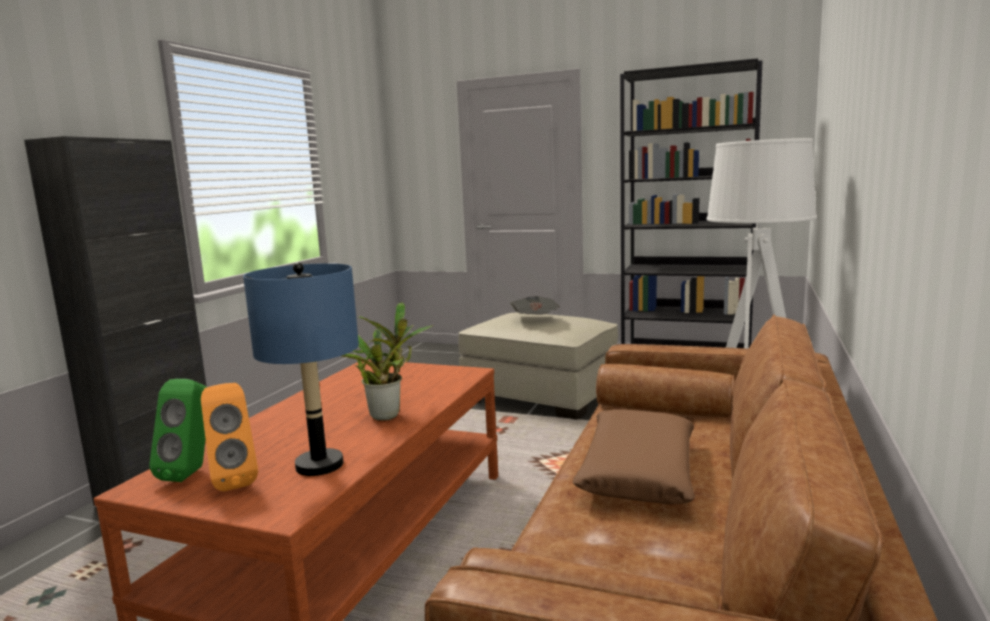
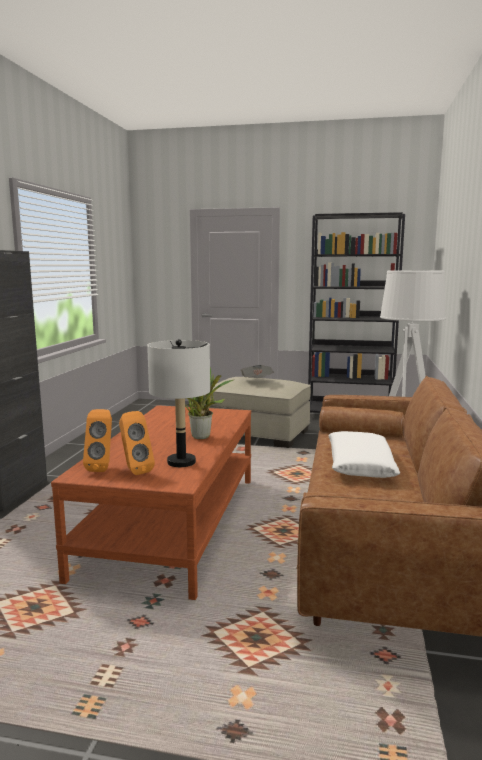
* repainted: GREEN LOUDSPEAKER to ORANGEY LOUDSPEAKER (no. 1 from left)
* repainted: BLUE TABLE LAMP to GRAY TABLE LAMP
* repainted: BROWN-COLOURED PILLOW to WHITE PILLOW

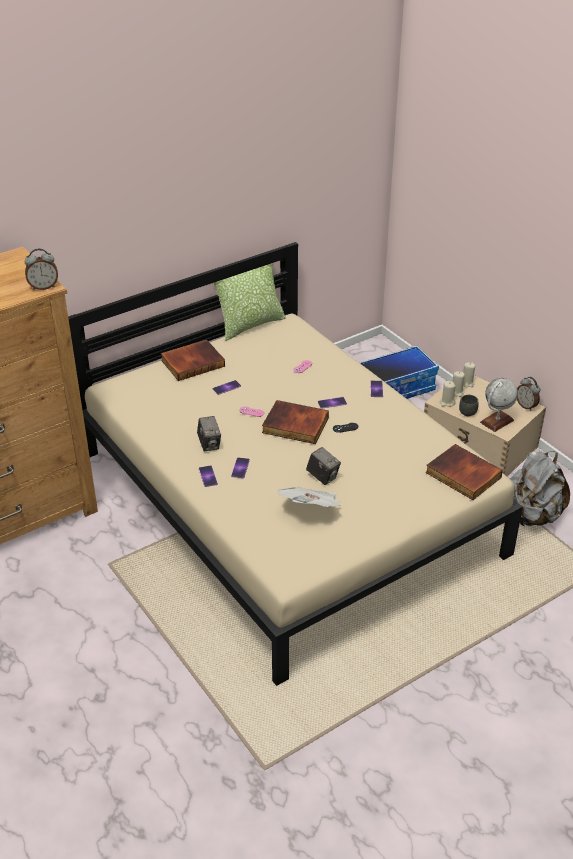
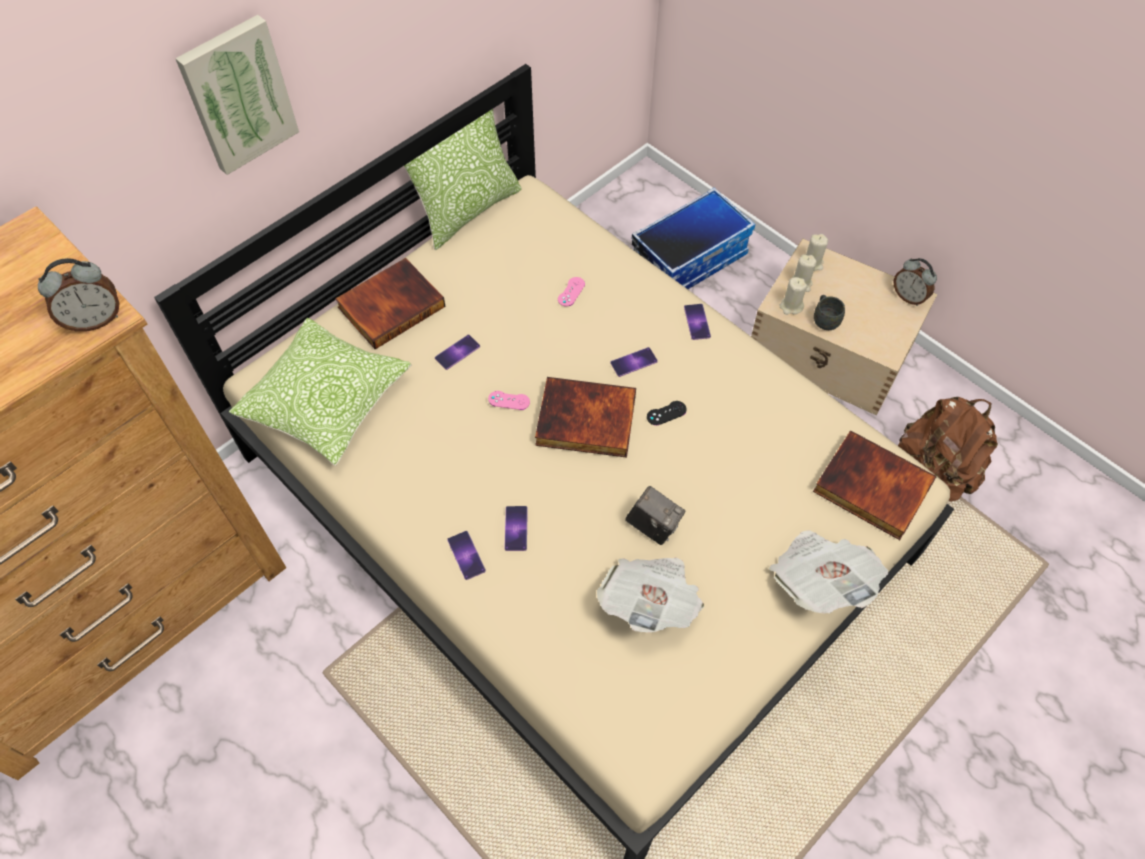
* gone: PHOTO CAMERA (no. 1 from left)
* gone: WORLD GLOBE
* repainted: GRAY BACKPACK to BROWN-COLOURED BACKPACK
* new: WALL ART
* new: PILLOW (no. 1 from left)
* new: PRINTED PAPER (no. 2 from left)

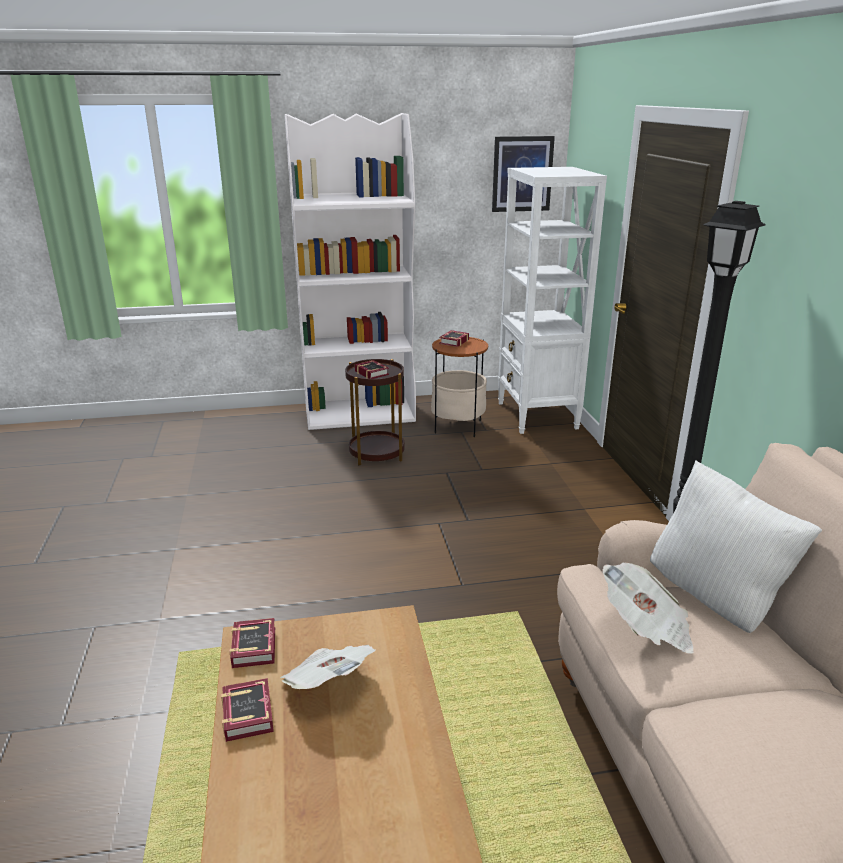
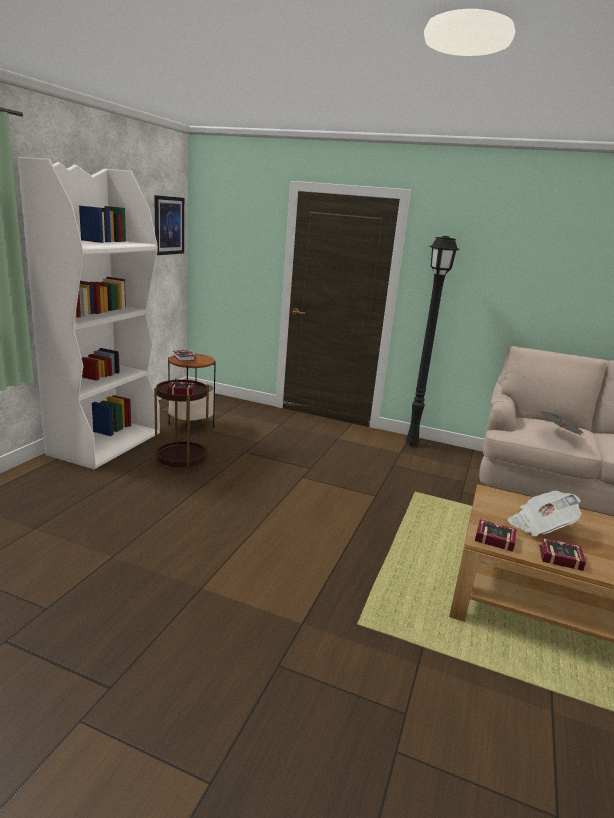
* gone: WHITE BOOKSHELF (no. 2 from left)
* gone: WHITE PILLOW

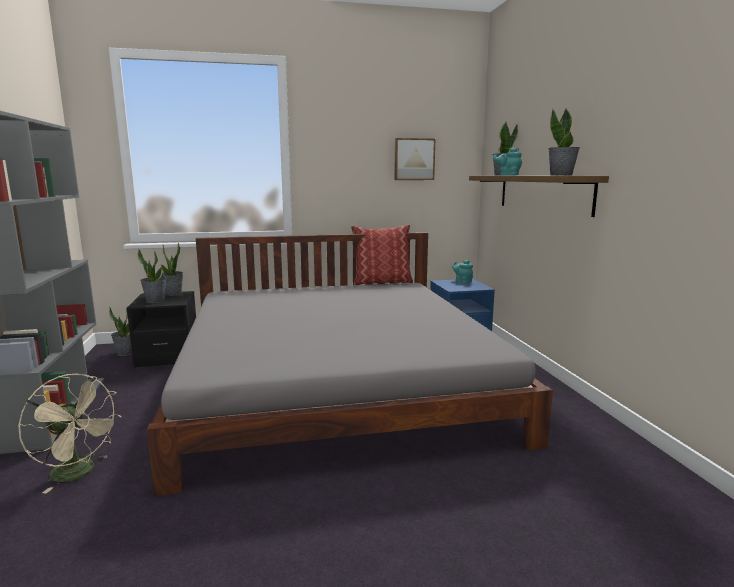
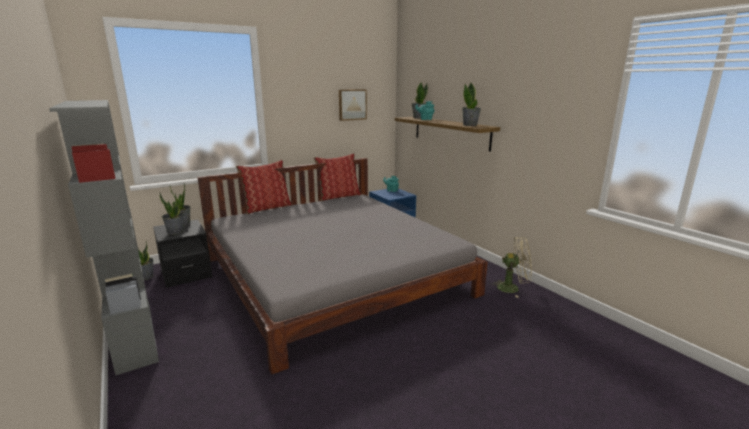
* shifted: BEIGE-COLOURED ELECTRIC FAN
* new: PILLOW (no. 1 from left)

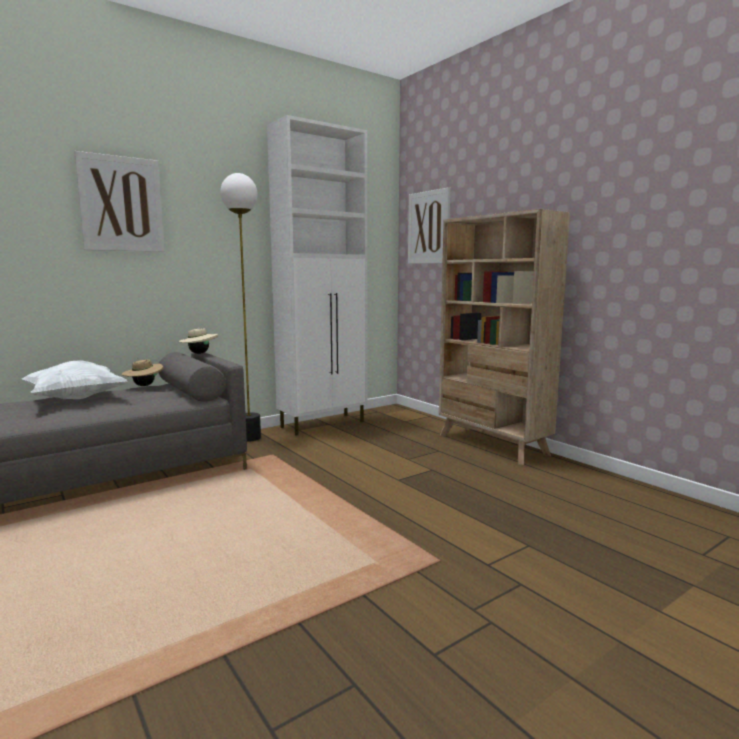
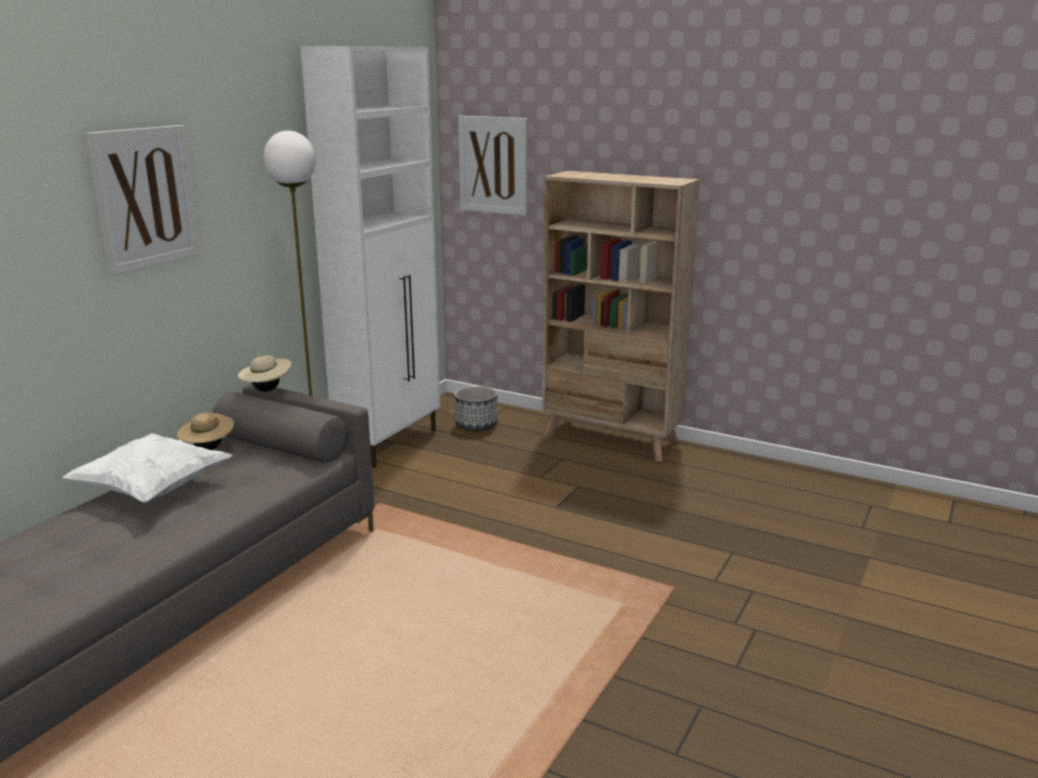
* new: PLANTER

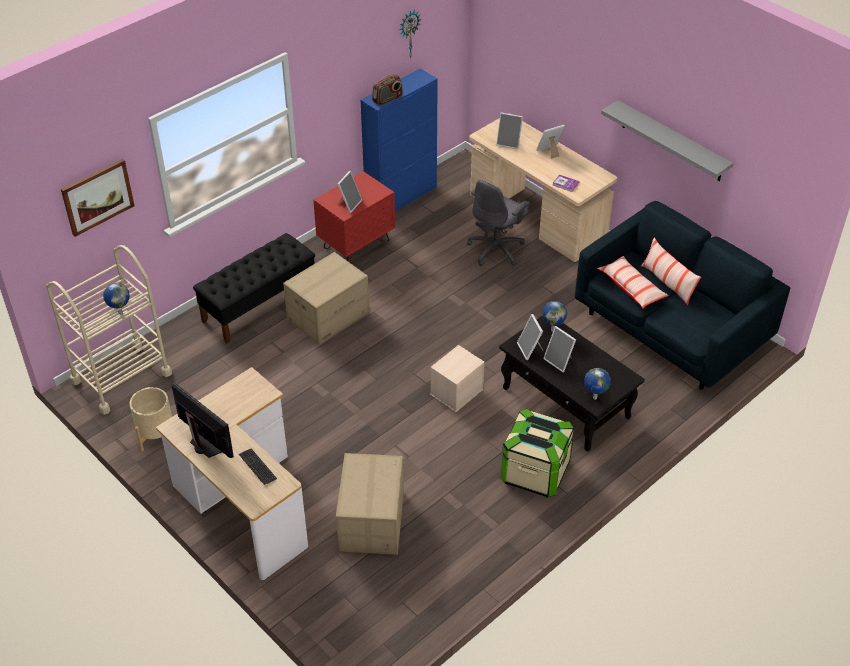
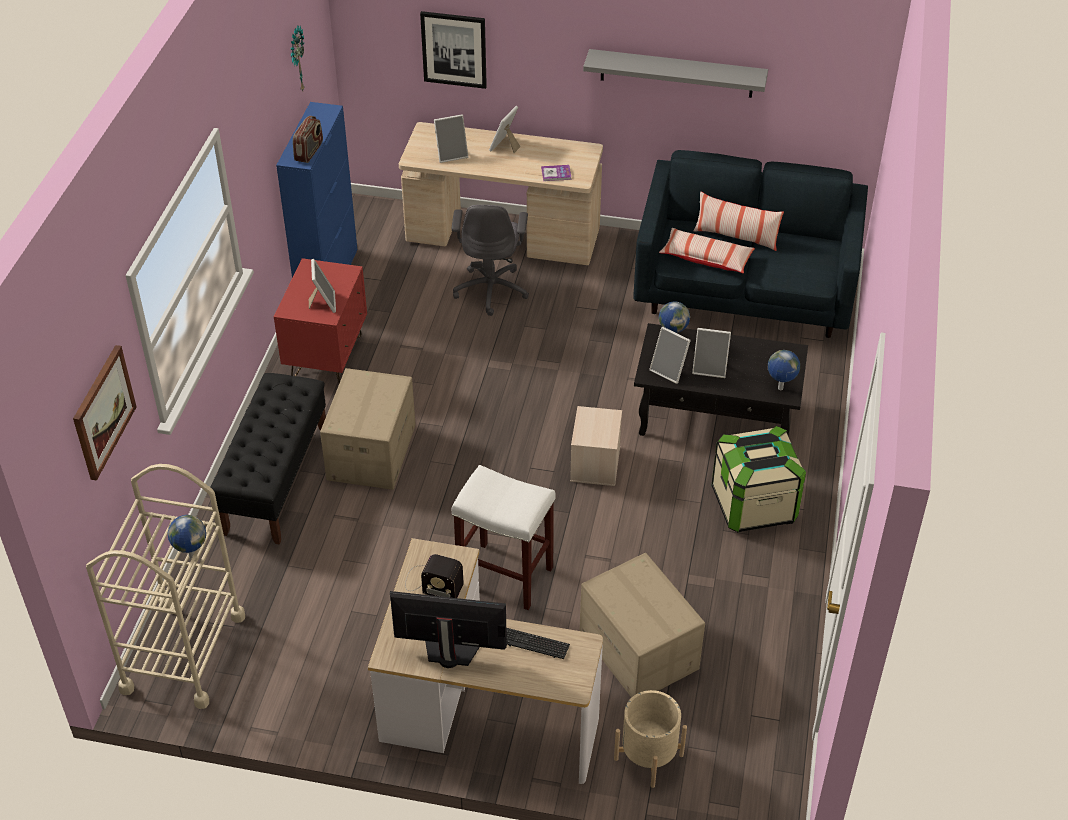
* shifted: BEIGE-COLOURED PLANTER
* new: RADIO SET (no. 2 from left)
* new: WALL ART (no. 2 from left)
* new: WHITE STOOL SEAT

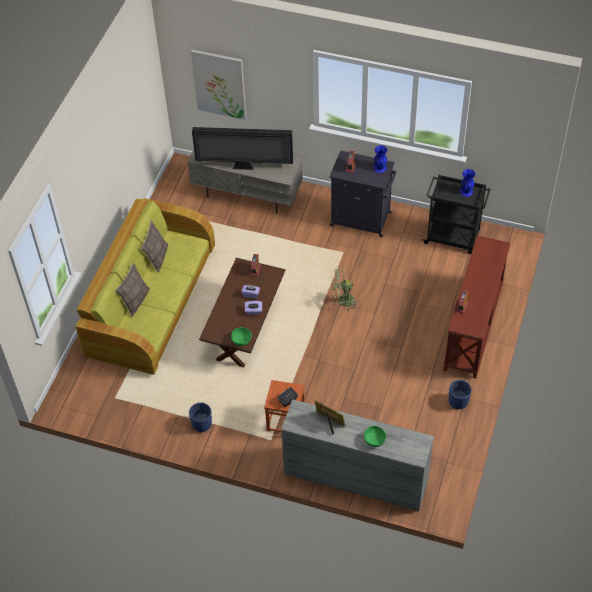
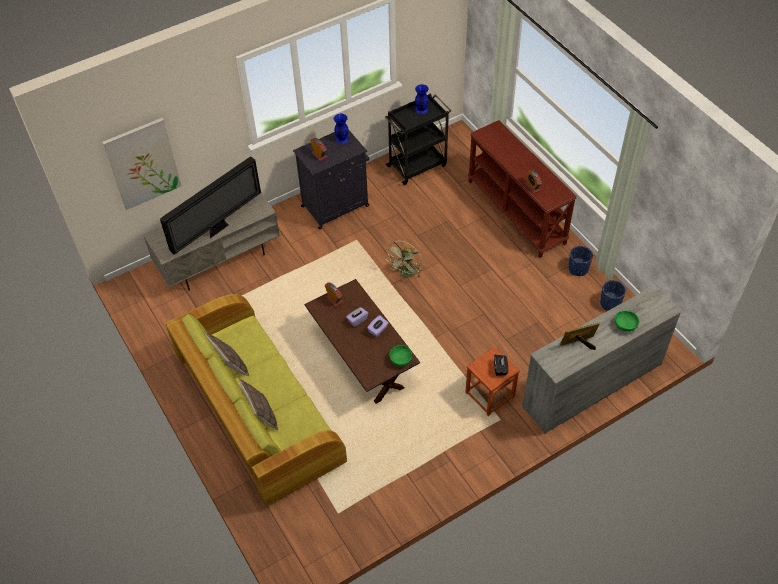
* shifted: BLUE PLANTER (no. 1 from left in the first image) to BLUE PLANTER (no. 2 from left)

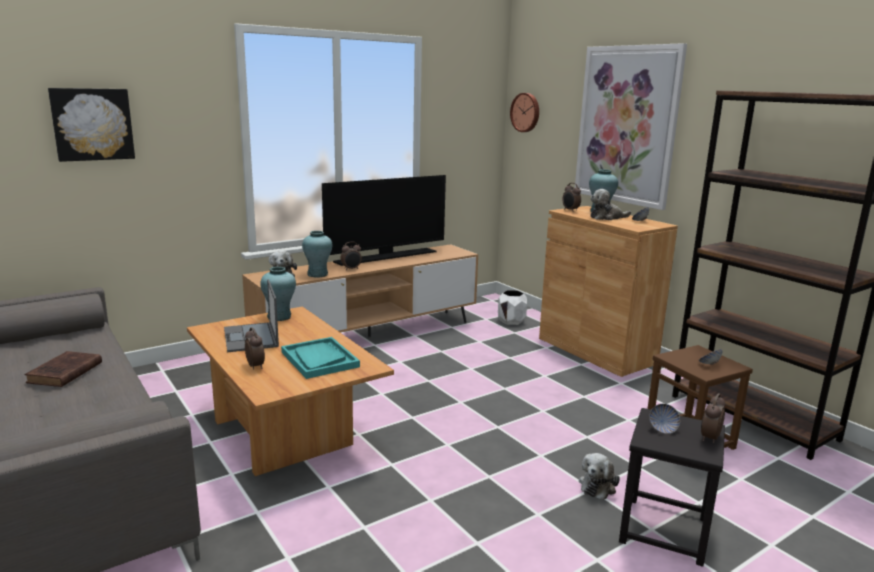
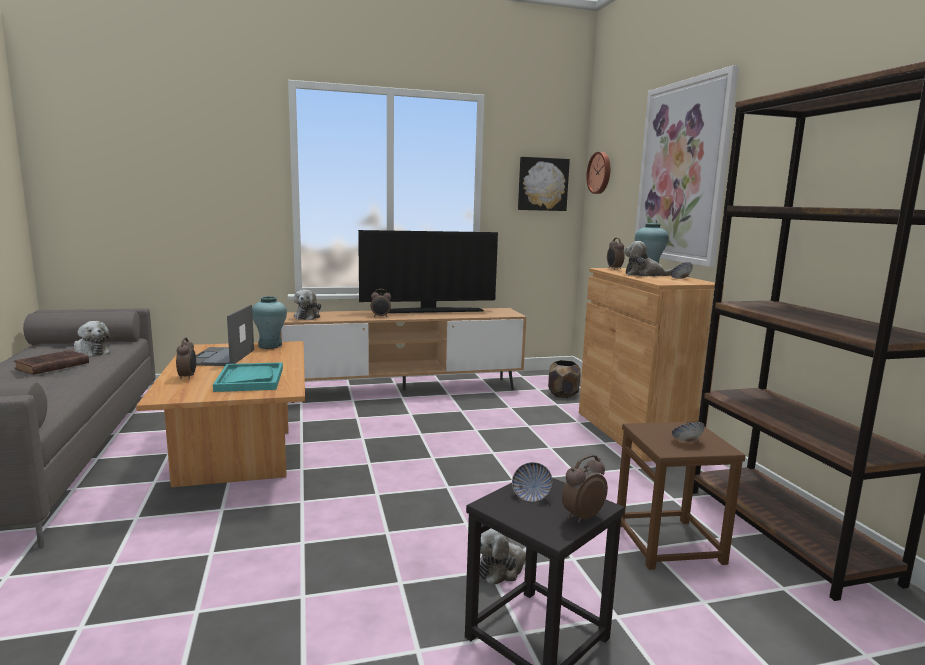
* shifted: WALL ART (no. 1 from left)
* gone: TURQUOISE-COLOURED DECORATIVE VASE (no. 2 from left)
* repainted: WHITE PLANTER to BROWN-COLOURED PLANTER
* new: CUDDLY TOY (no. 1 from left)

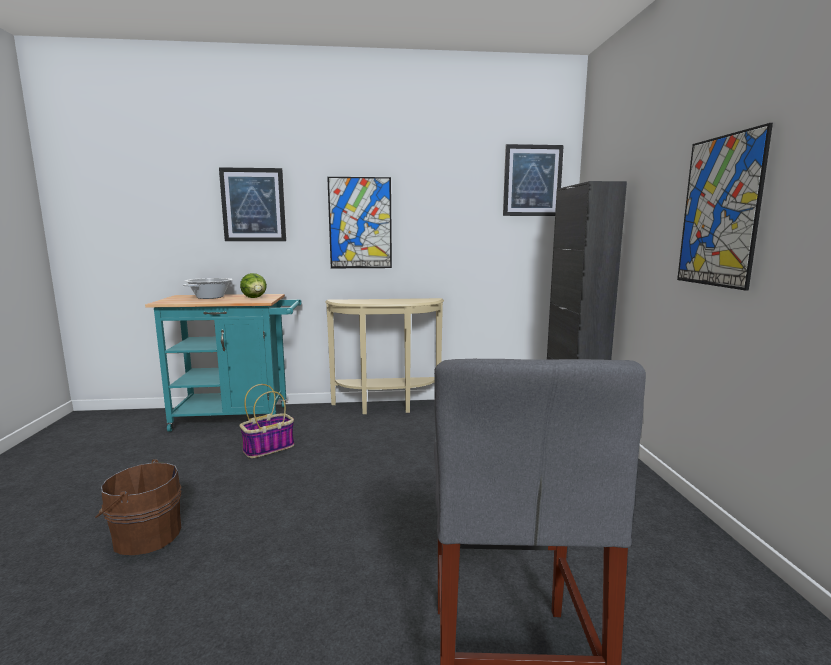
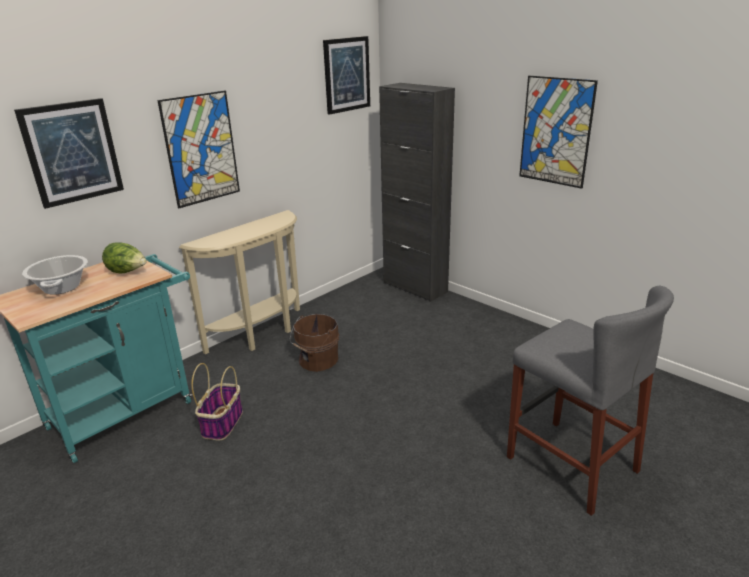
* shifted: BROWN-COLOURED BUCKET

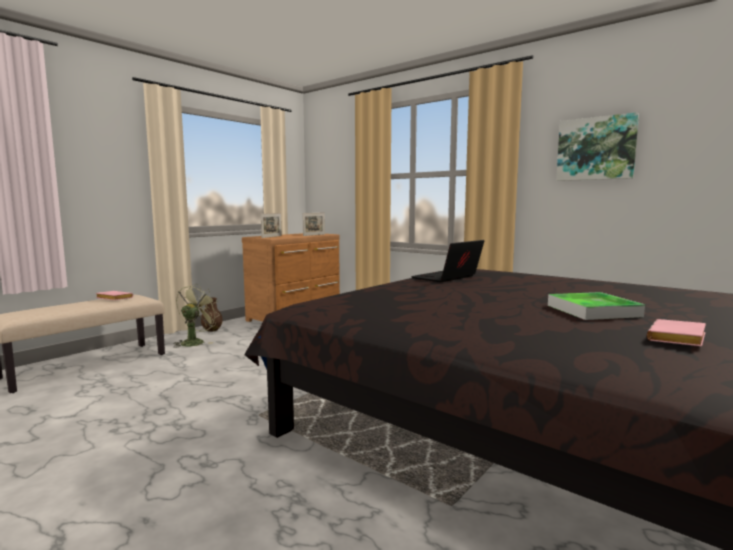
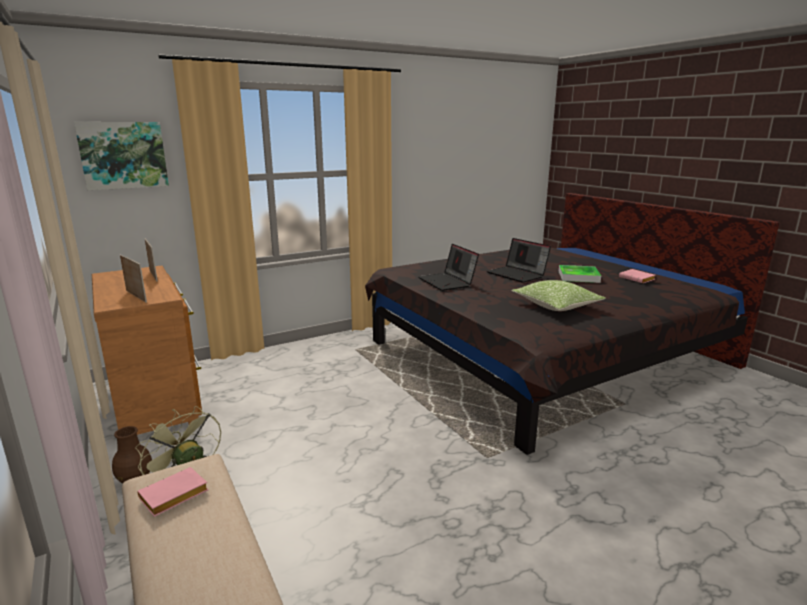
* shifted: WALL ART
* new: NOTEBOOK COMPUTER (no. 2 from left)
* new: PILLOW

